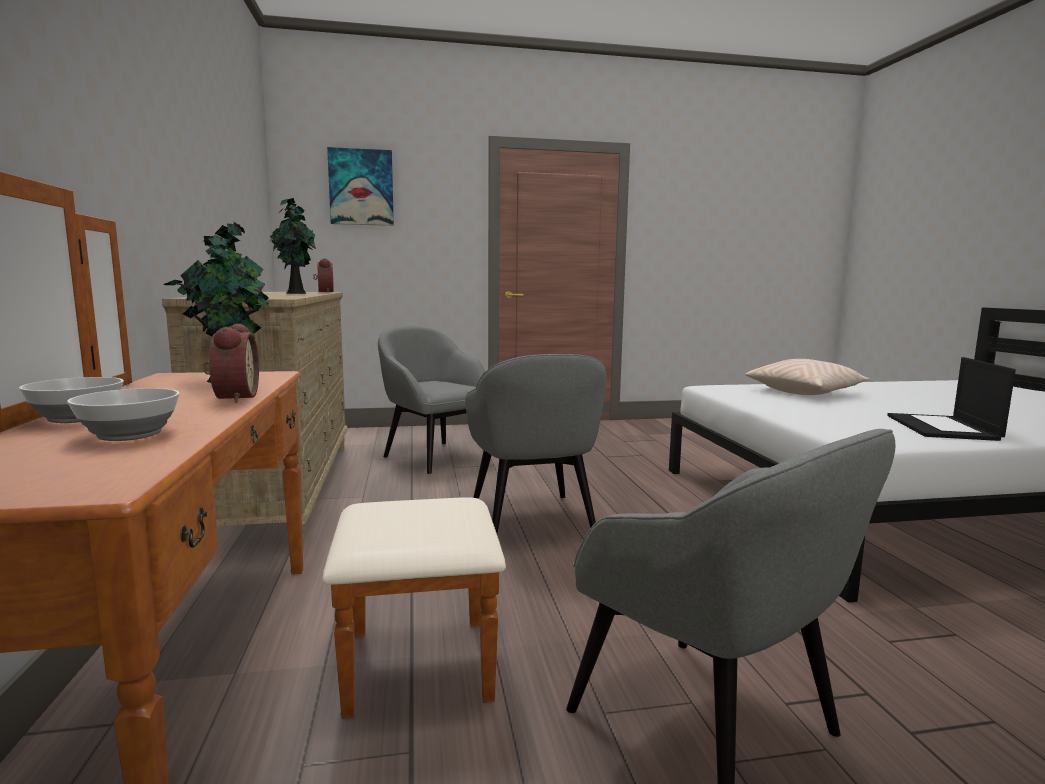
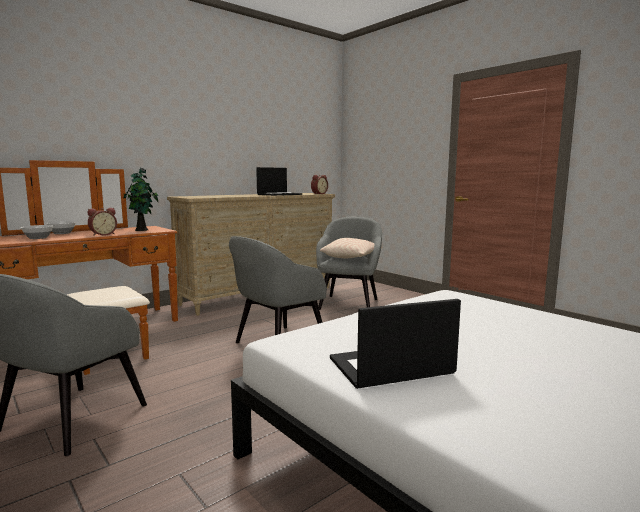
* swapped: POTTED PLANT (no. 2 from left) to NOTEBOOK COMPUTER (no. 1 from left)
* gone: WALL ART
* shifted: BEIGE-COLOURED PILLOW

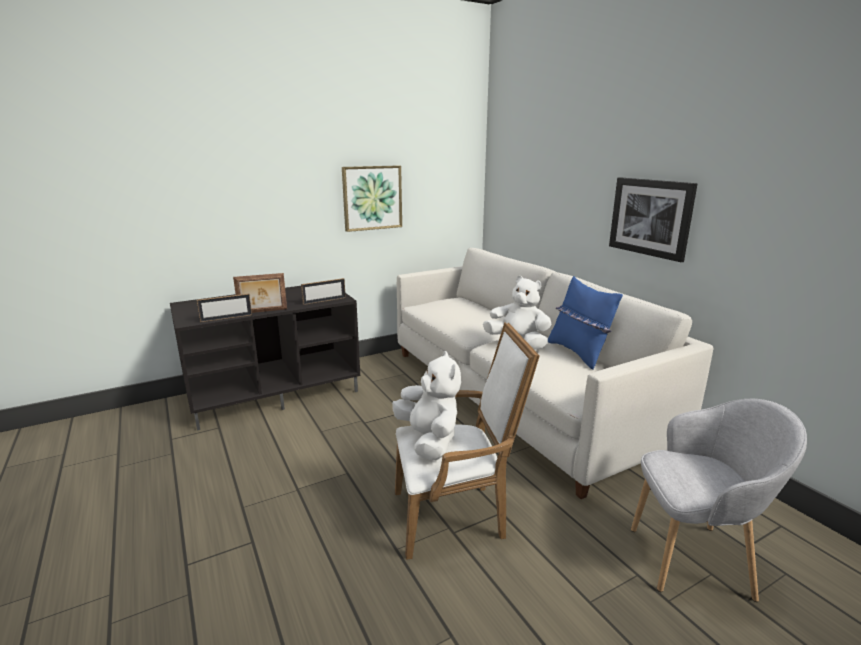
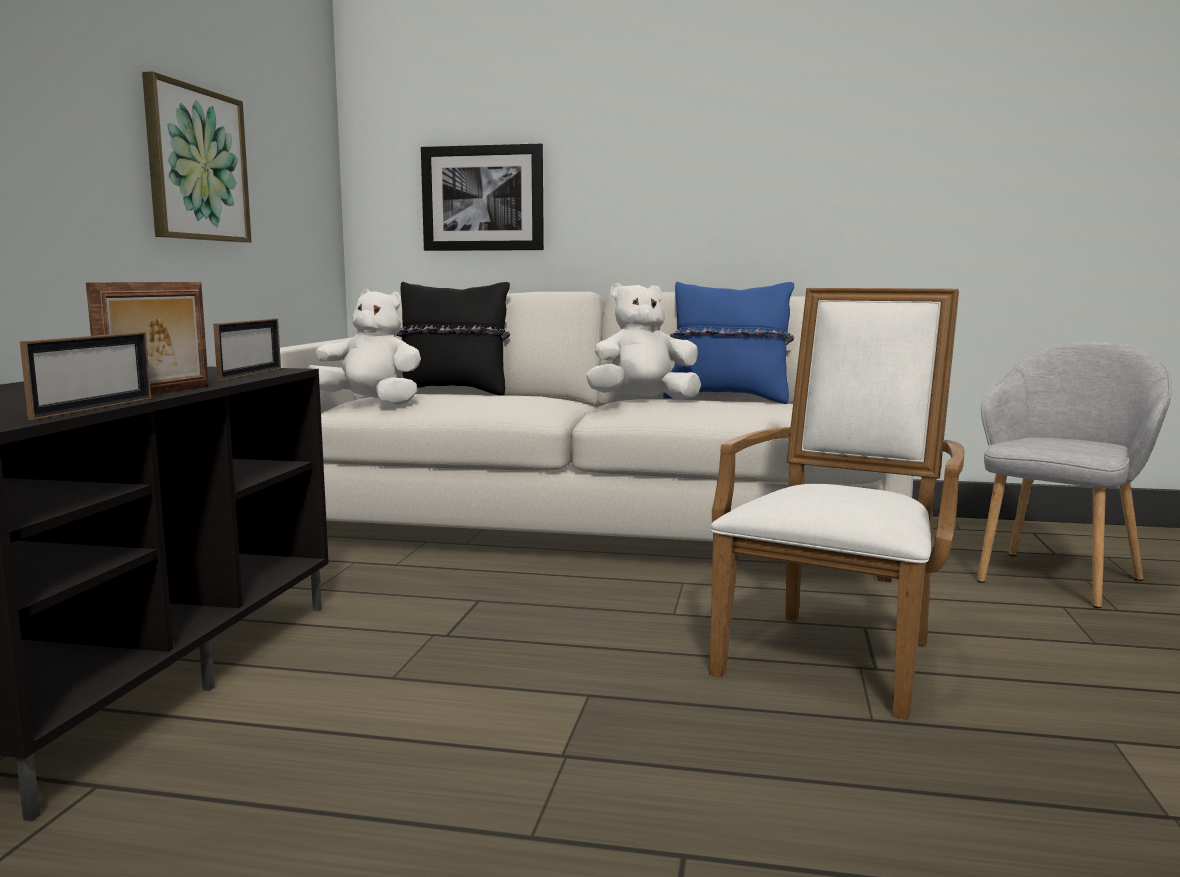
* shifted: WHITE CUDDLY TOY (no. 1 from left)
* shifted: WALL ART (no. 2 from left)
* new: BLACK PILLOW

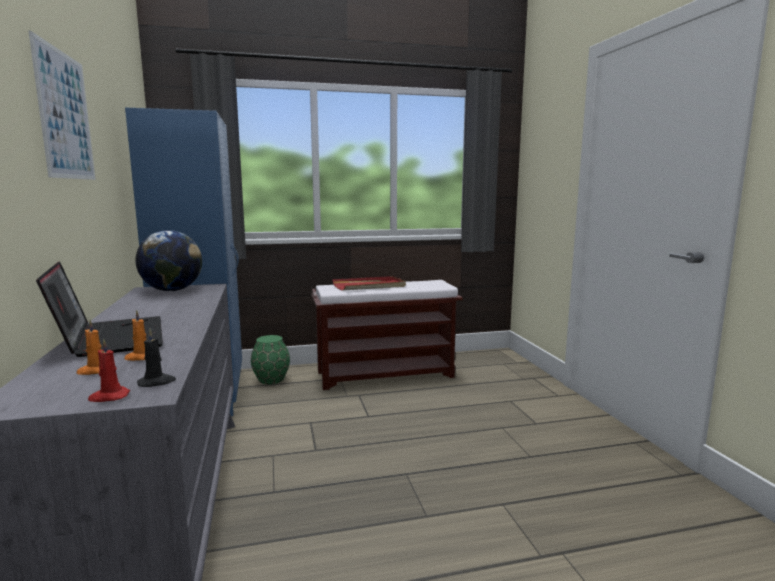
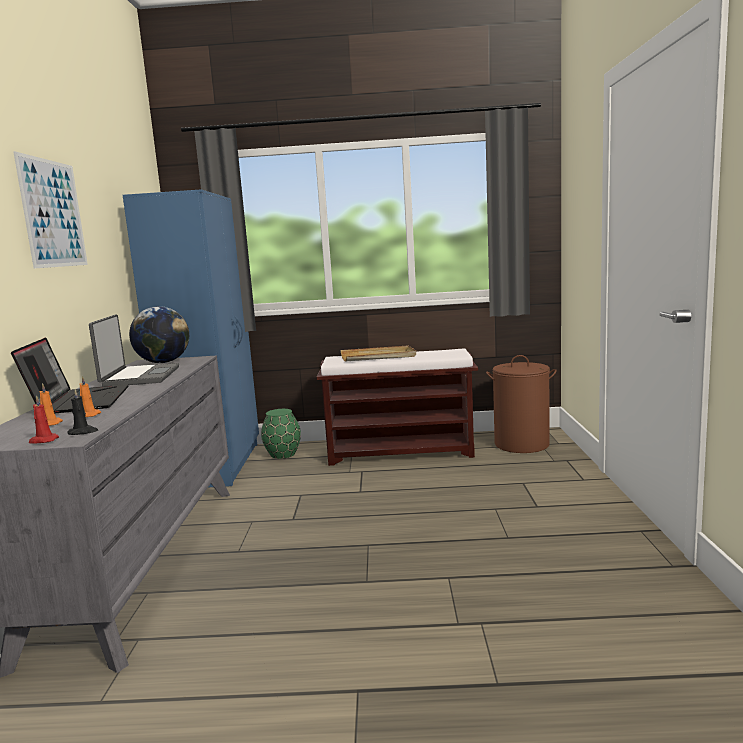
* repainted: REDDISH TRAY to BEIGE-COLOURED TRAY
* new: NOTEBOOK COMPUTER (no. 2 from left)
* new: BROWN-COLOURED LAUNDRY BASKET

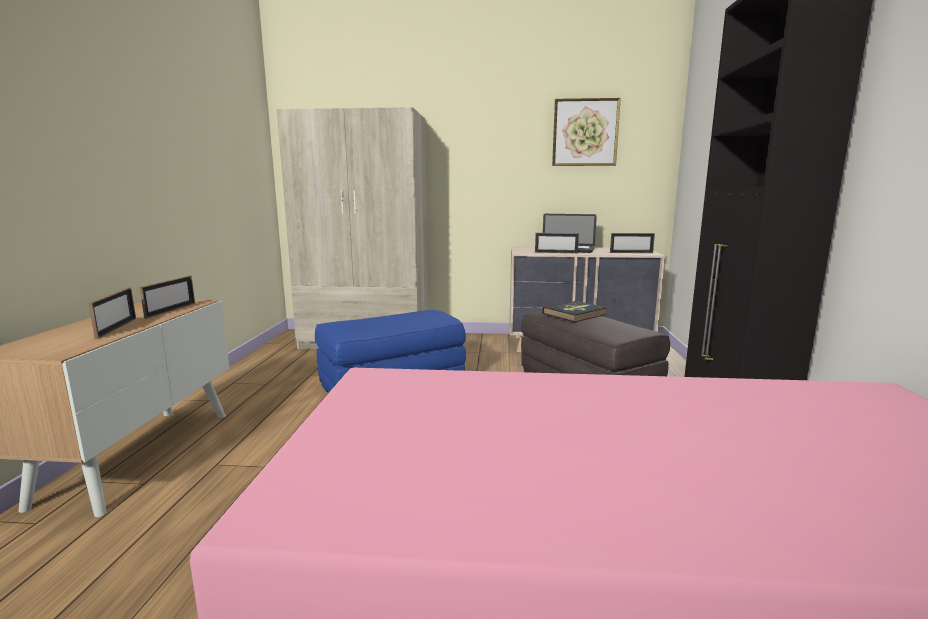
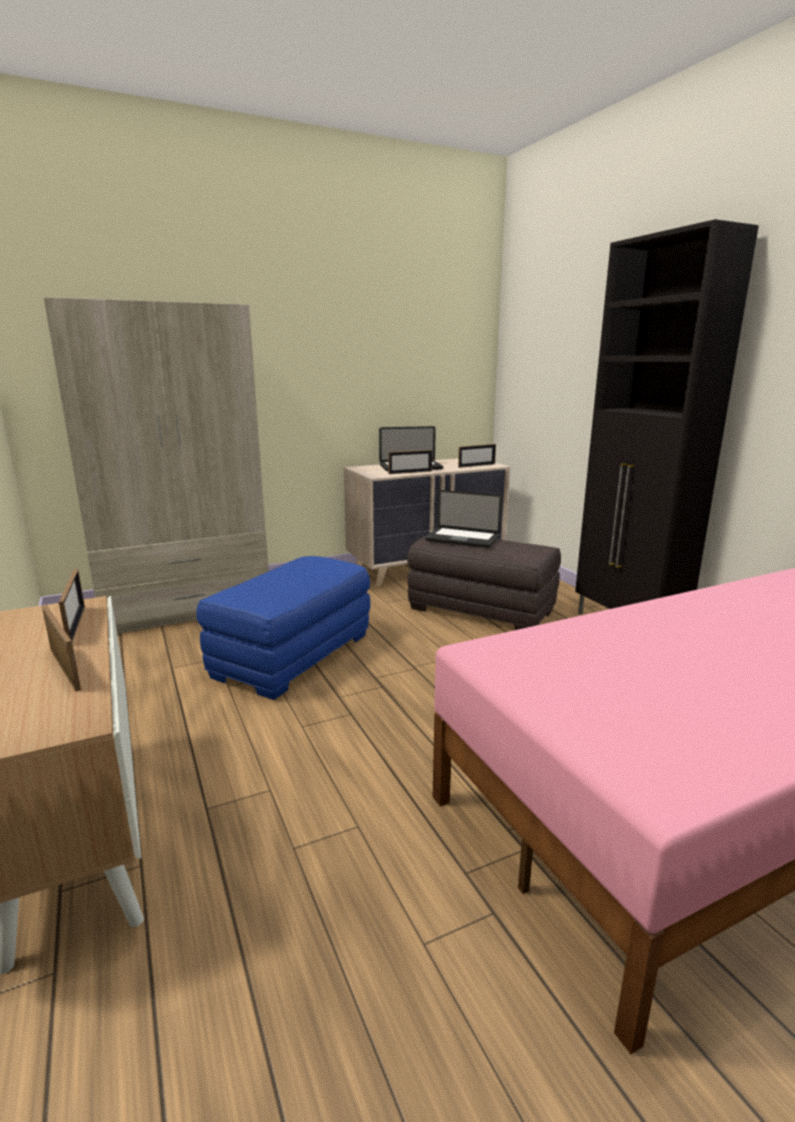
* swapped: BOUND BOOK to NOTEBOOK COMPUTER (no. 2 from left)
* gone: WALL ART

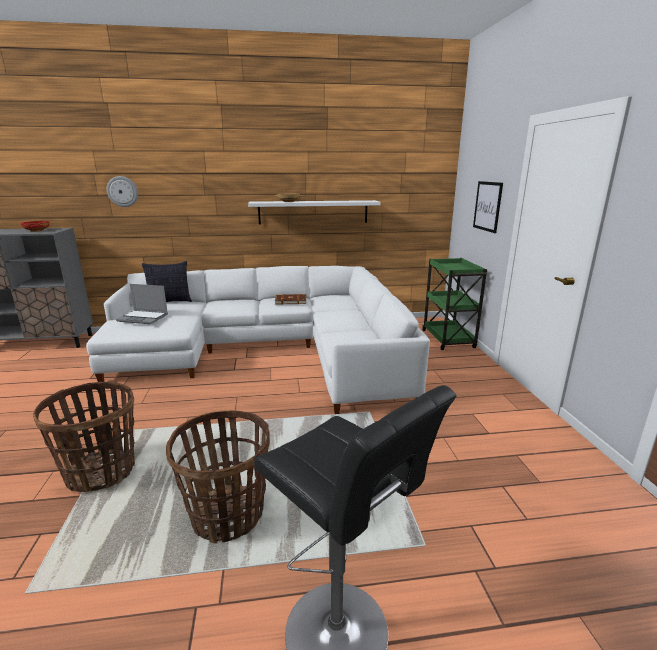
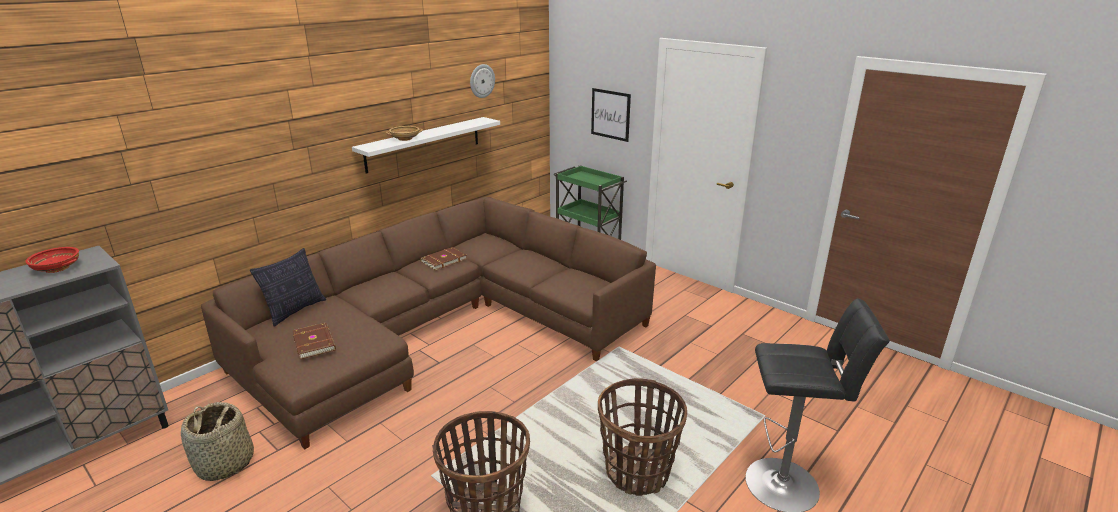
* repainted: WHITE COUCH to BROWN-COLOURED COUCH
* shifted: HANGING CLOCK
* swapped: NOTEBOOK COMPUTER to BROWN-COLOURED BOUND BOOK (no. 1 from left)
* new: BASKET (no. 1 from left)

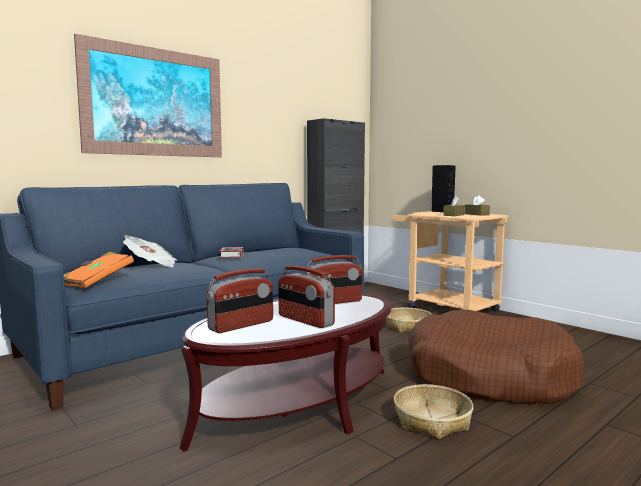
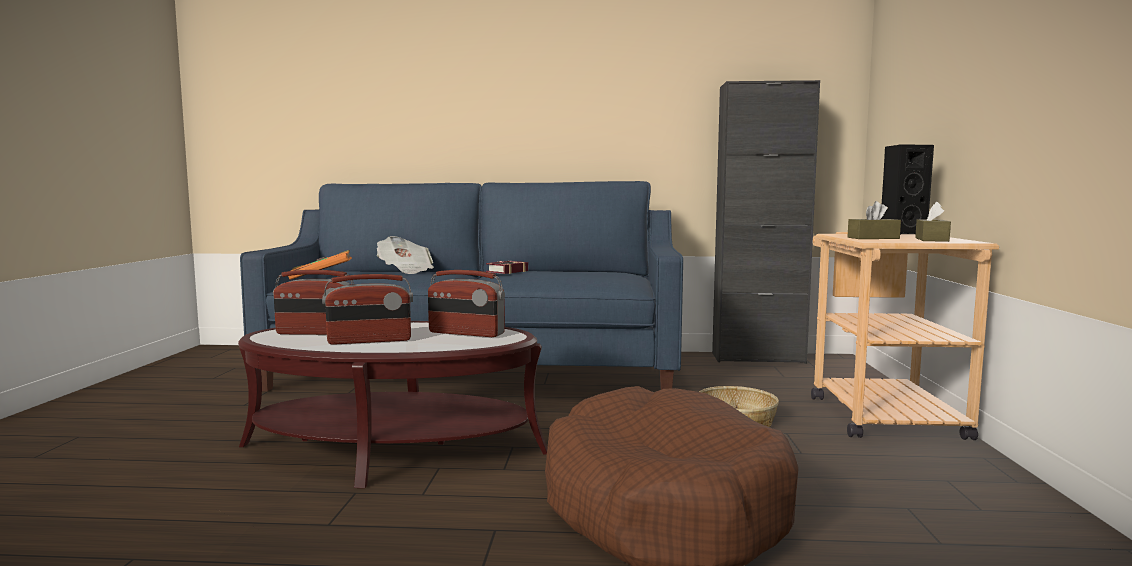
* gone: WALL ART
* rotated: RADIO SET (no. 2 from left) 105 degrees counterclockwise
* gone: BASKET (no. 2 from left)

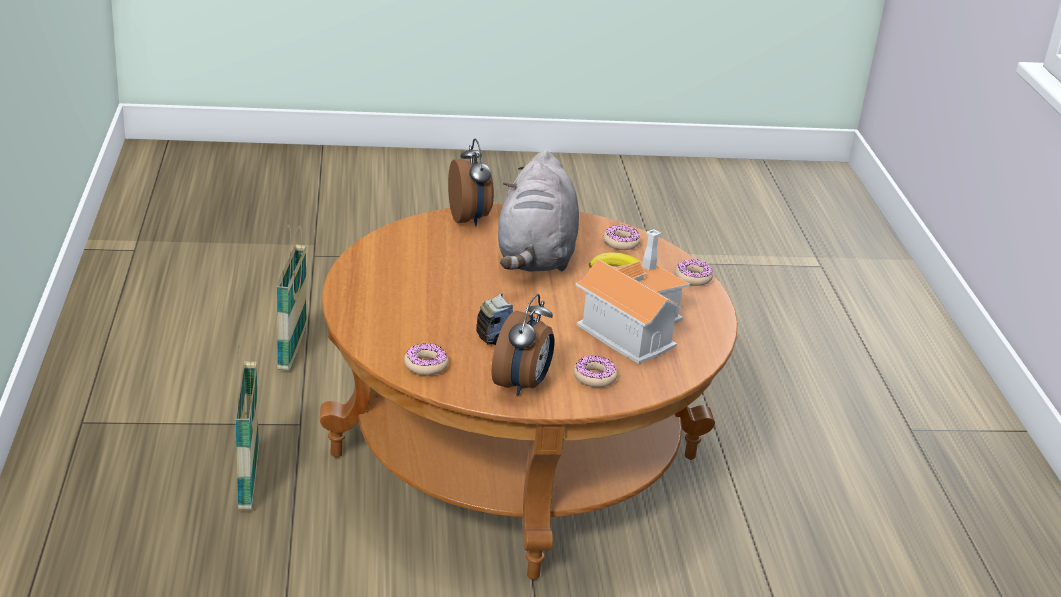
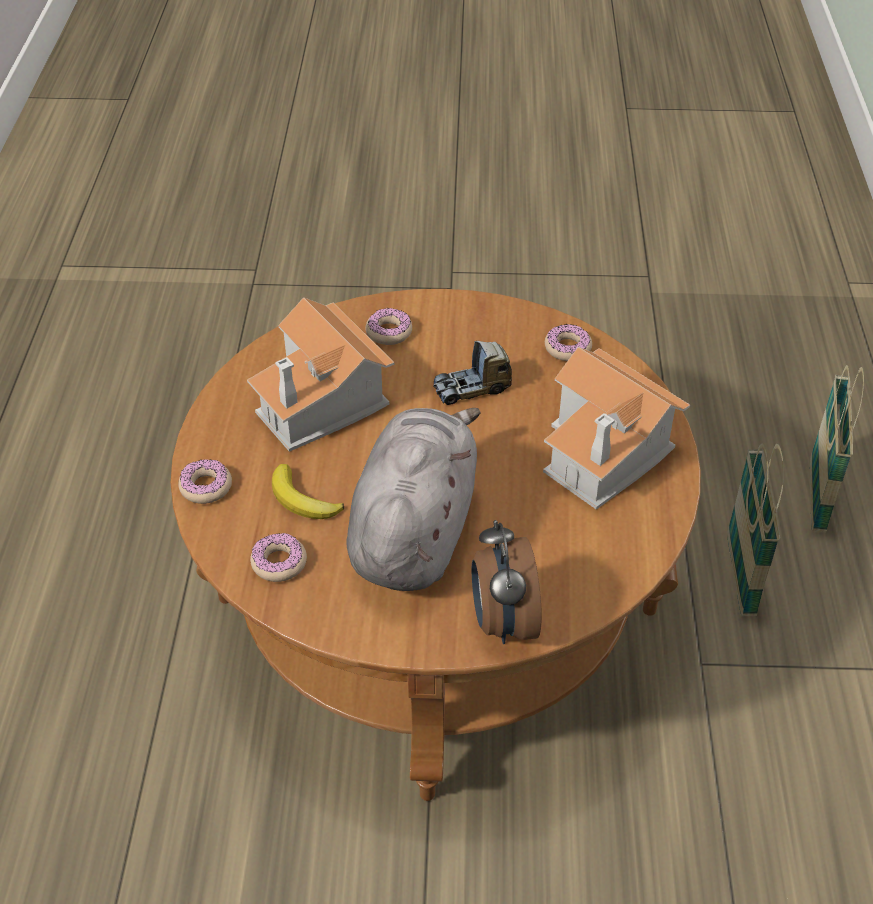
* shifted: BASKET (no. 2 from left)
* gone: ALARM CLOCK (no. 2 from left)
* new: TOY HOUSE (no. 2 from left)

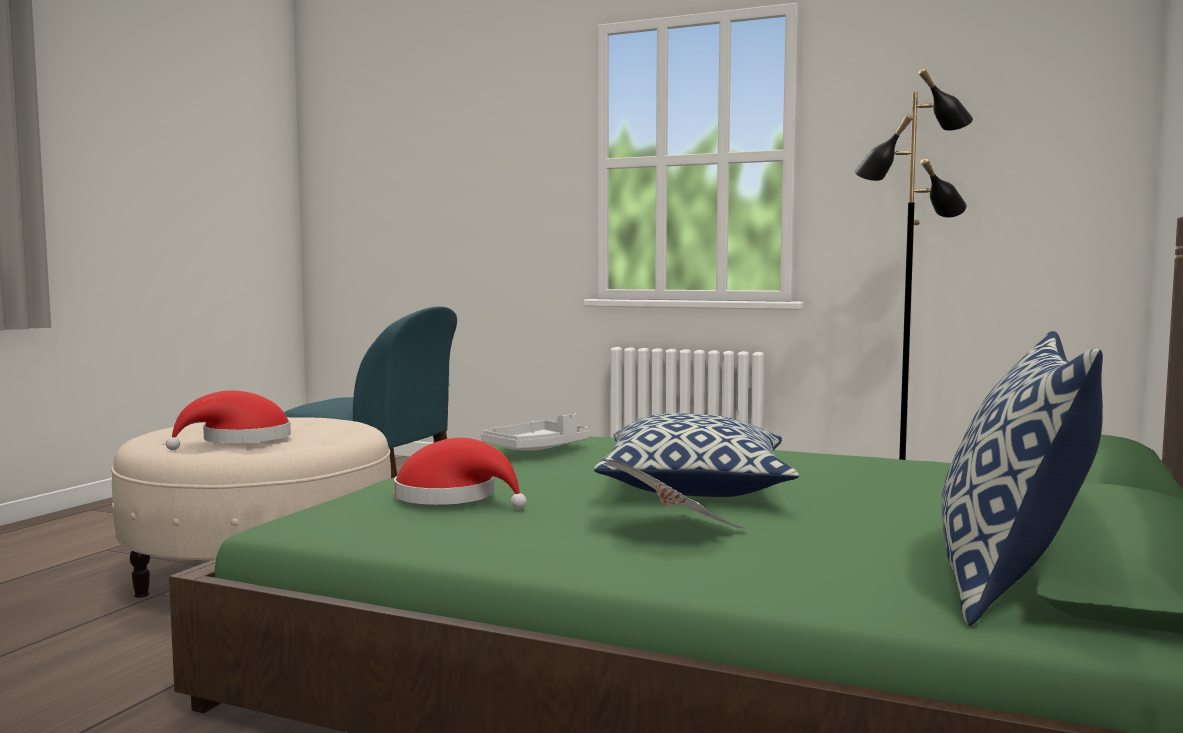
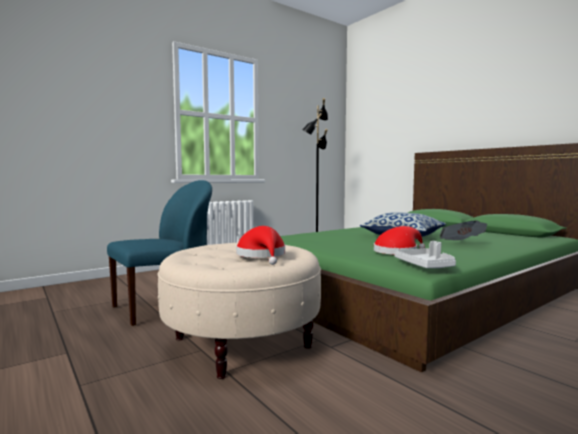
* shifted: GRAY TRAY
* gone: PILLOW (no. 2 from left)

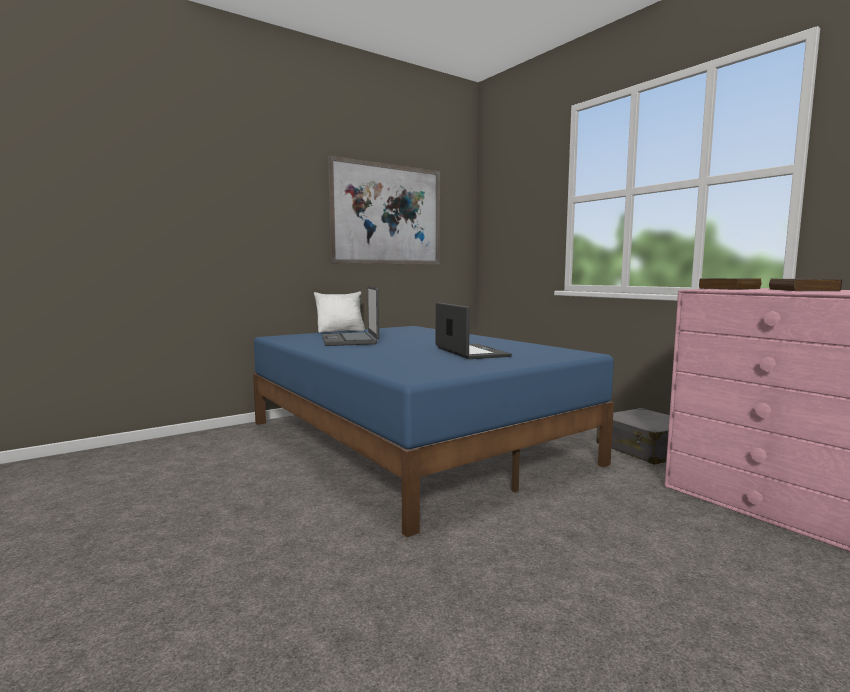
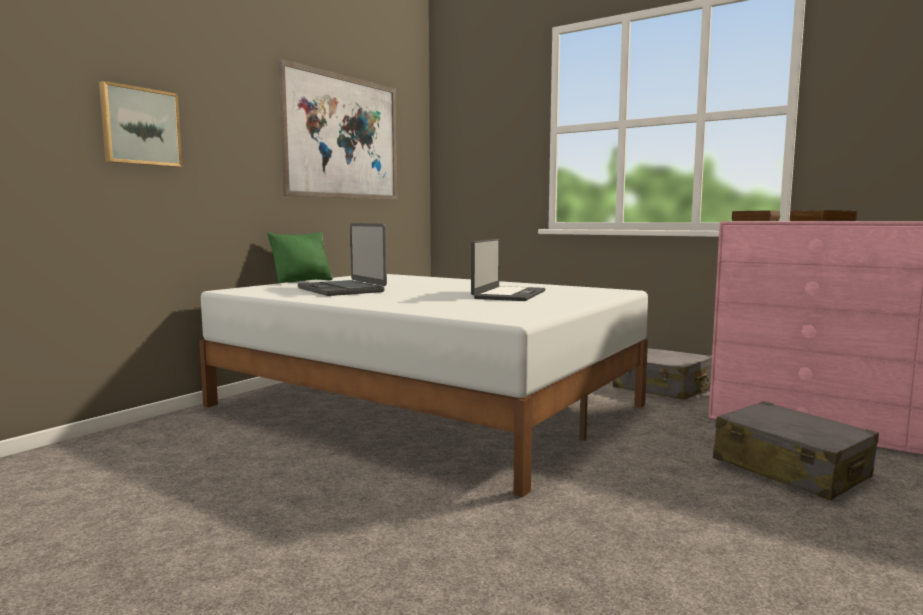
* repainted: BLUE SLEEPING BED to WHITE SLEEPING BED
* repainted: WHITE PILLOW to GREEN PILLOW
* rotated: NOTEBOOK COMPUTER (no. 2 from left) 60 degrees clockwise
* new: WALL ART (no. 1 from left)
* new: GRAY PIECE OF LUGGAGE (no. 2 from left)

